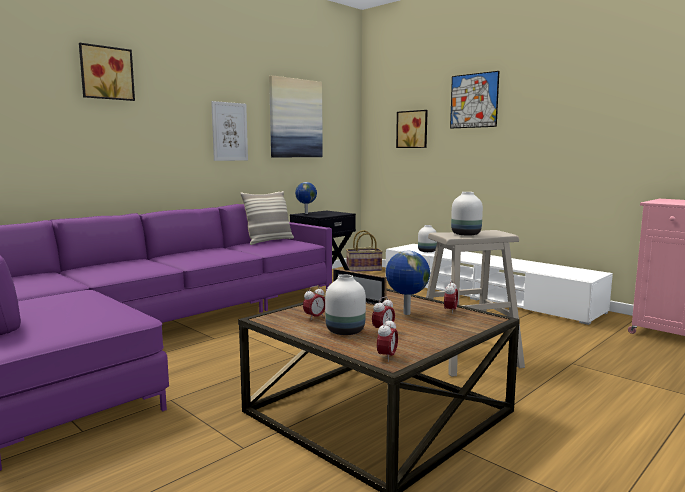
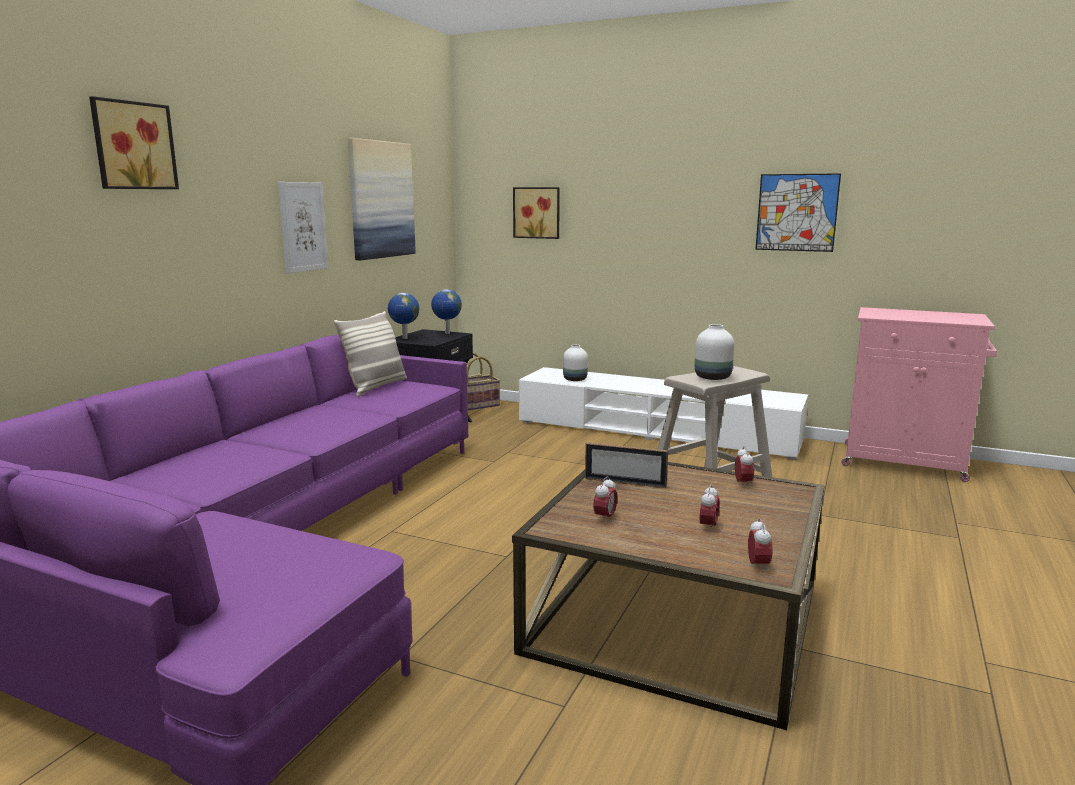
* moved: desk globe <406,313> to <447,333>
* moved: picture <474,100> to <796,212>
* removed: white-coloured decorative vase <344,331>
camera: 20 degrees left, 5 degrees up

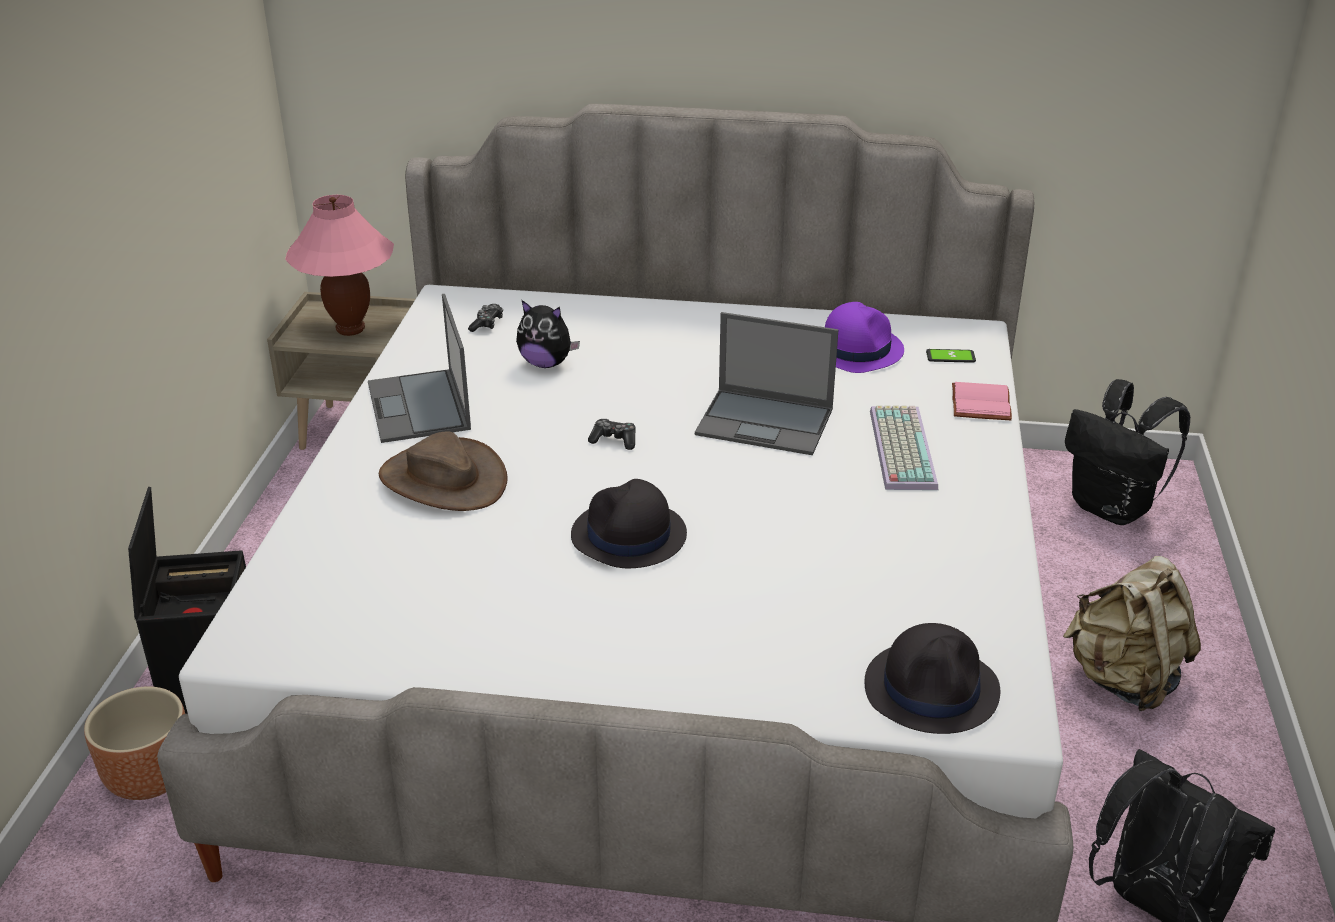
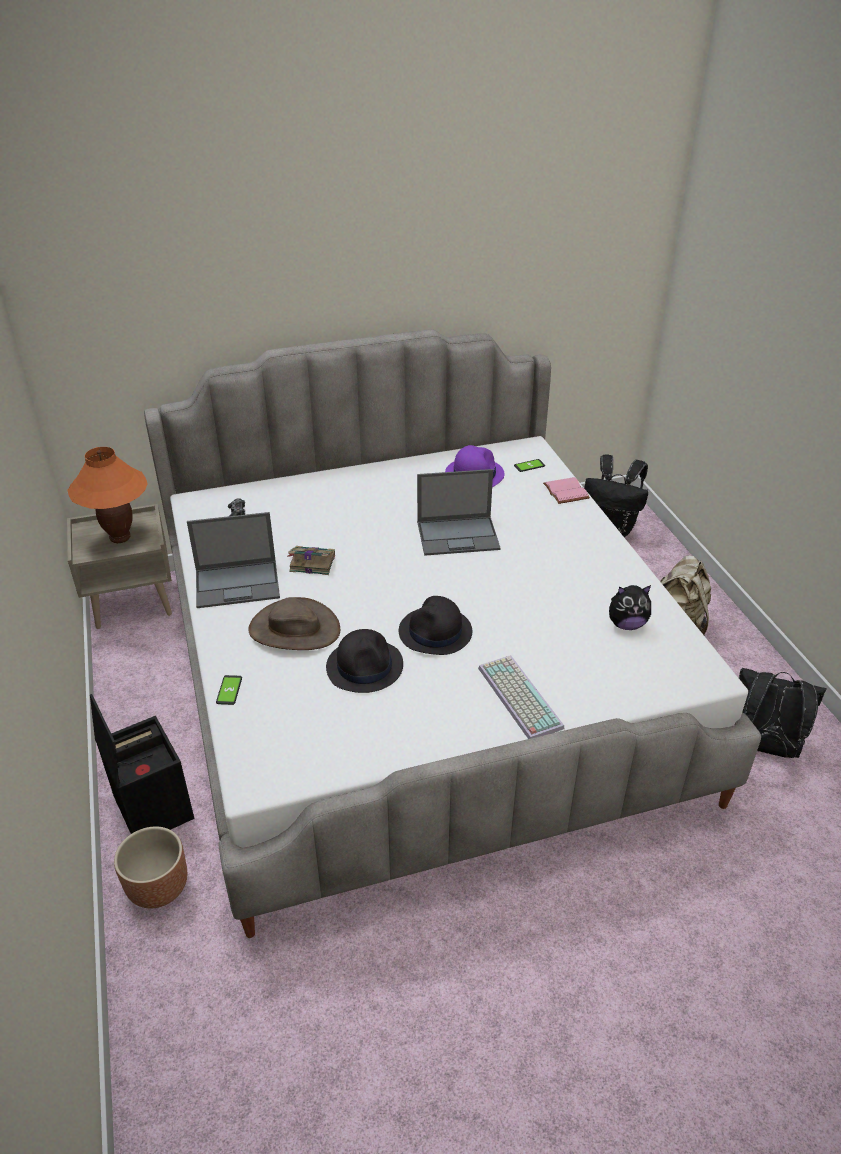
* recoloured: pink-coloured lamp for a table <350,329> to orangey lamp for a table <120,538>
* turned: laptop <419,407> = <238,584> 60 degrees counterclockwise
* added: telephone <229,690>
* added: book <311,563>
* moved: black-coloured wearable hat <932,688> to <365,666>
* moved: computer keyboard <899,448> to <517,697>
* moved: cuddly toy <546,363> to <626,624>
* removed: game controller <614,440>
camera: 25 degrees left, 5 degrees up

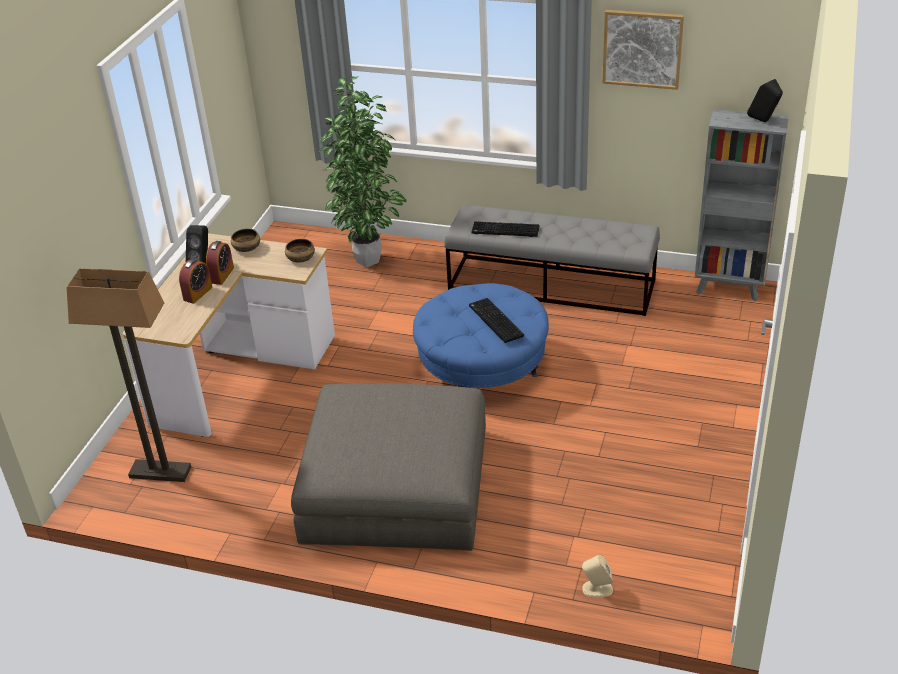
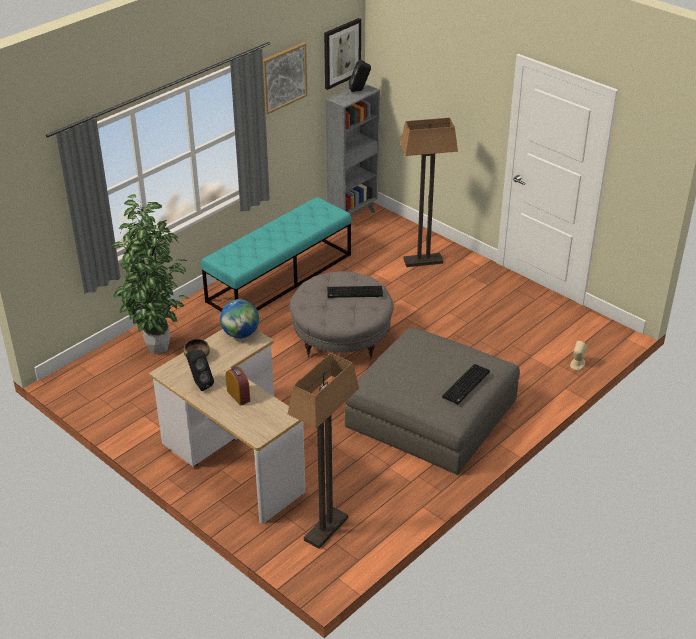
* recoloured: greyish bench <552,285> to turquoise bench <280,277>
* replaced: serving bowl <300,258> to desk globe <240,334>
* recoloured: bluish ottoman <482,367> to greyish ottoman <341,337>
* added: picture <341,53>
* added: standing lamp <423,261>
* moved: computer keyboard <504,231> to <466,385>
* removed: bedside clock <222,275>
camera: 65 degrees left, 0 degrees up

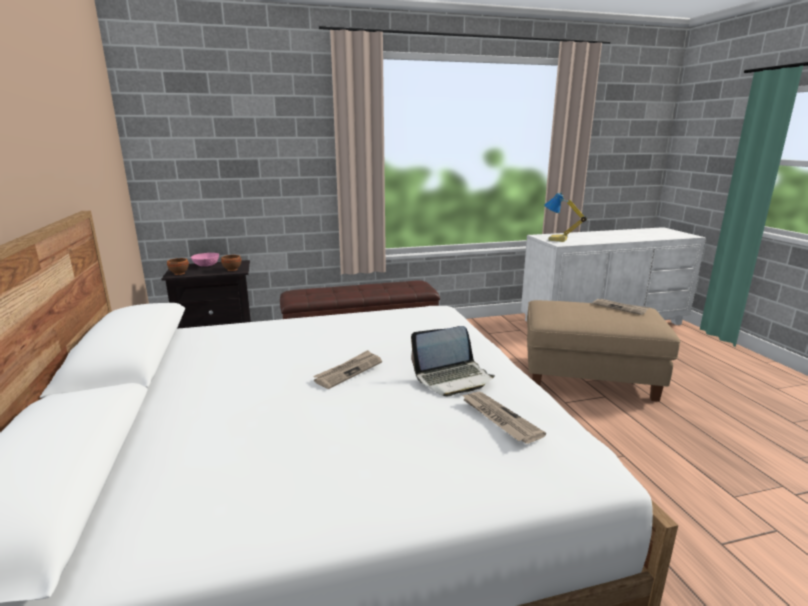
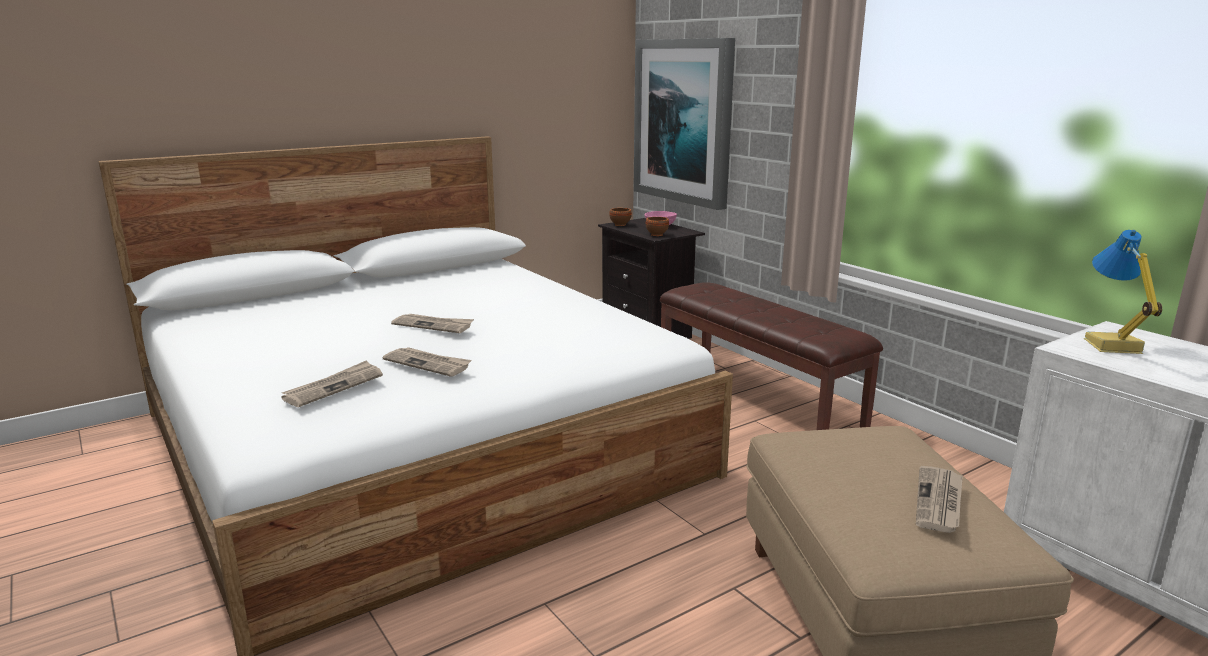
* replaced: laptop <453,378> to newspaper <428,364>
* added: picture <684,121>
camera: 70 degrees right, 0 degrees up

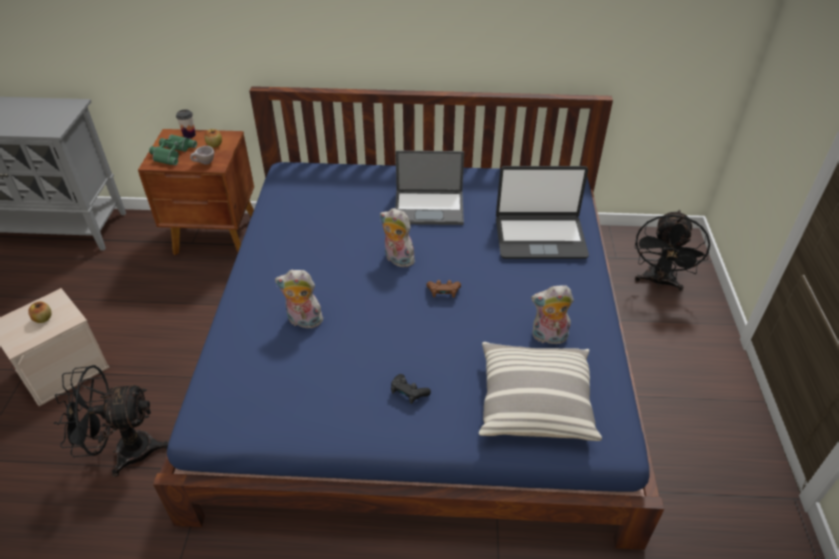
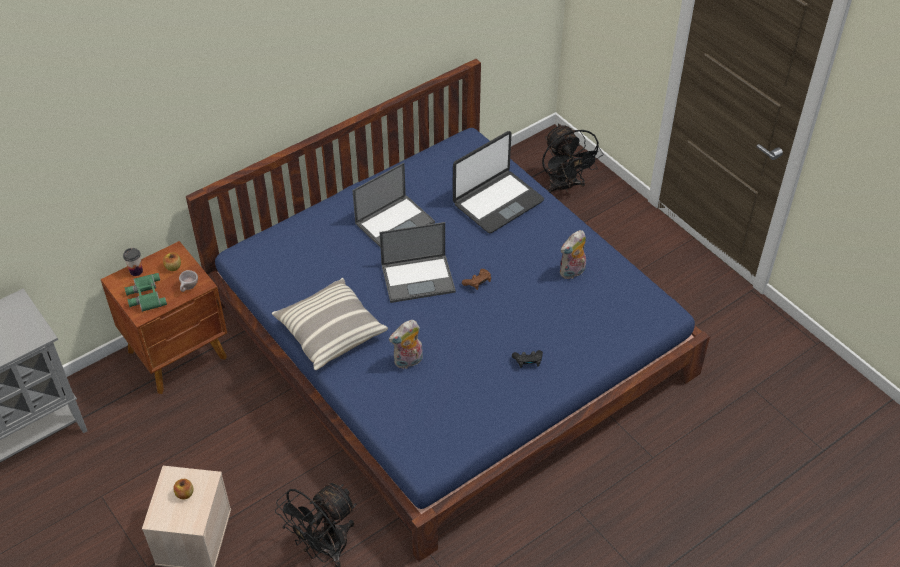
* moved: pillow <534,402> to <330,332>
* replaced: cuddly toy <397,259> to laptop <419,278>
camera: 40 degrees left, 5 degrees up

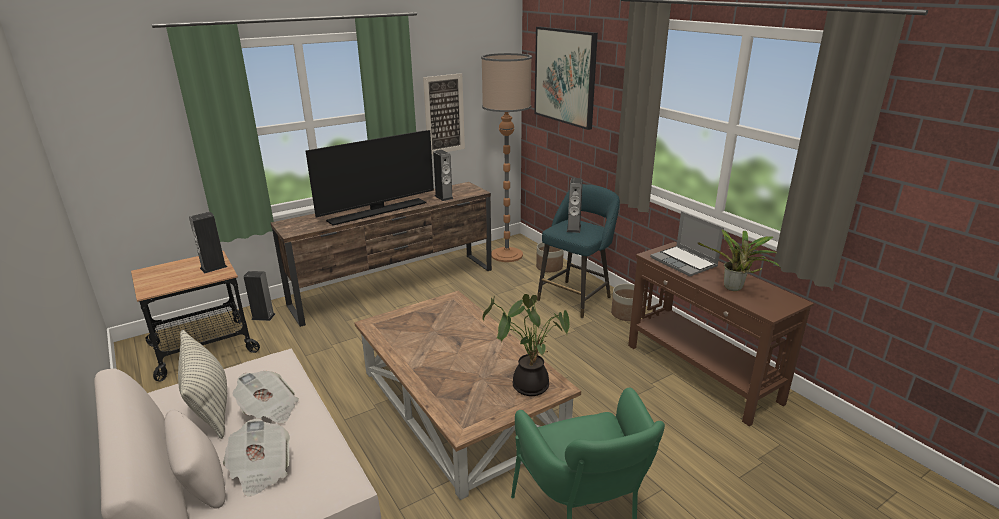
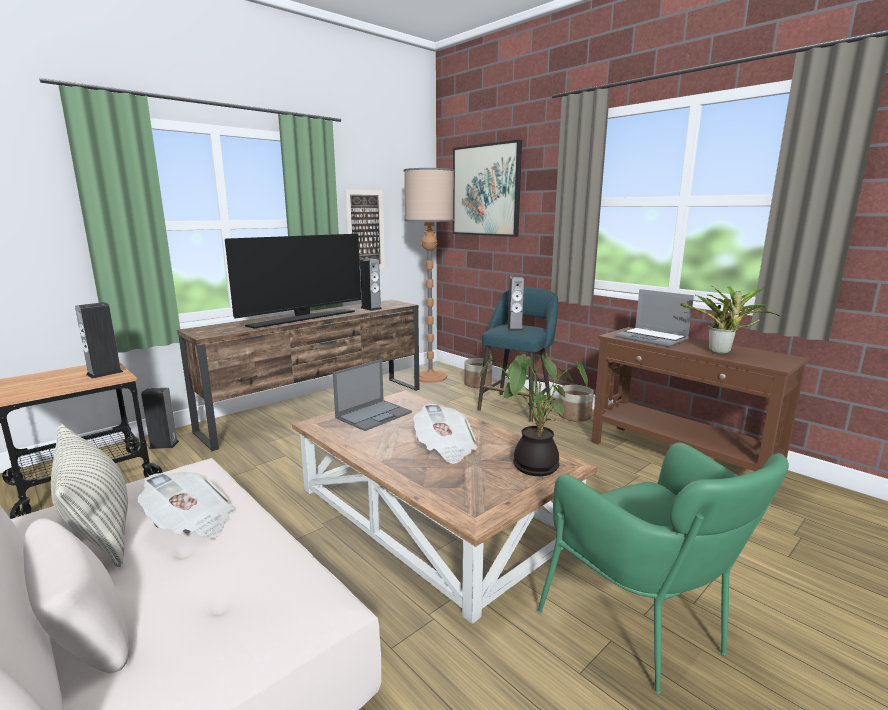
* added: laptop <374,415>
* moved: newspaper <260,470> to <445,448>
camera: 10 degrees left, 10 degrees down

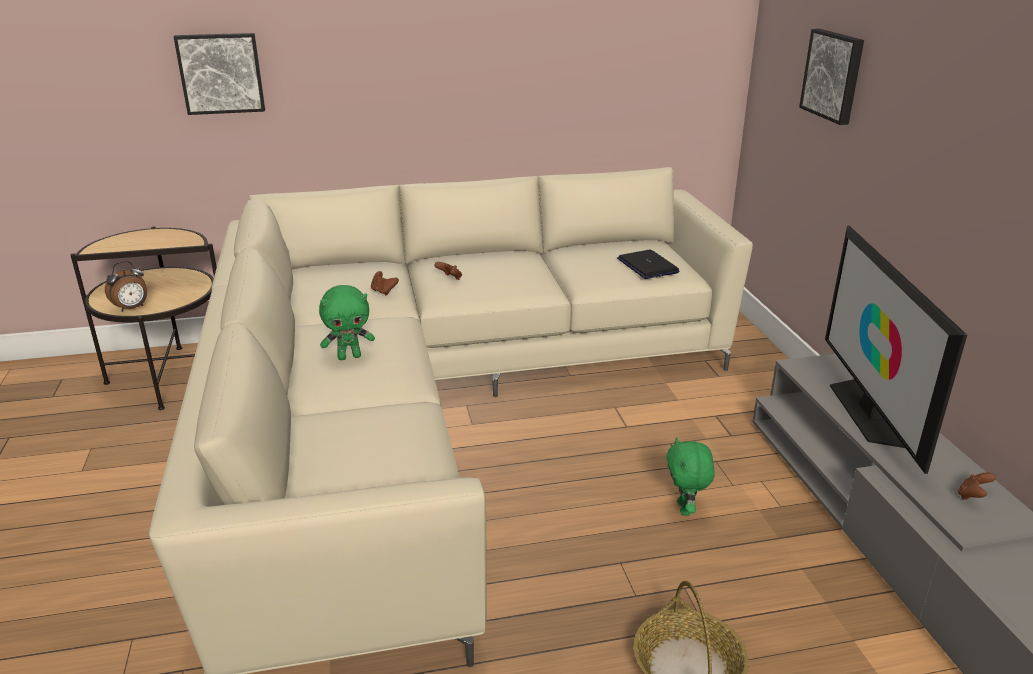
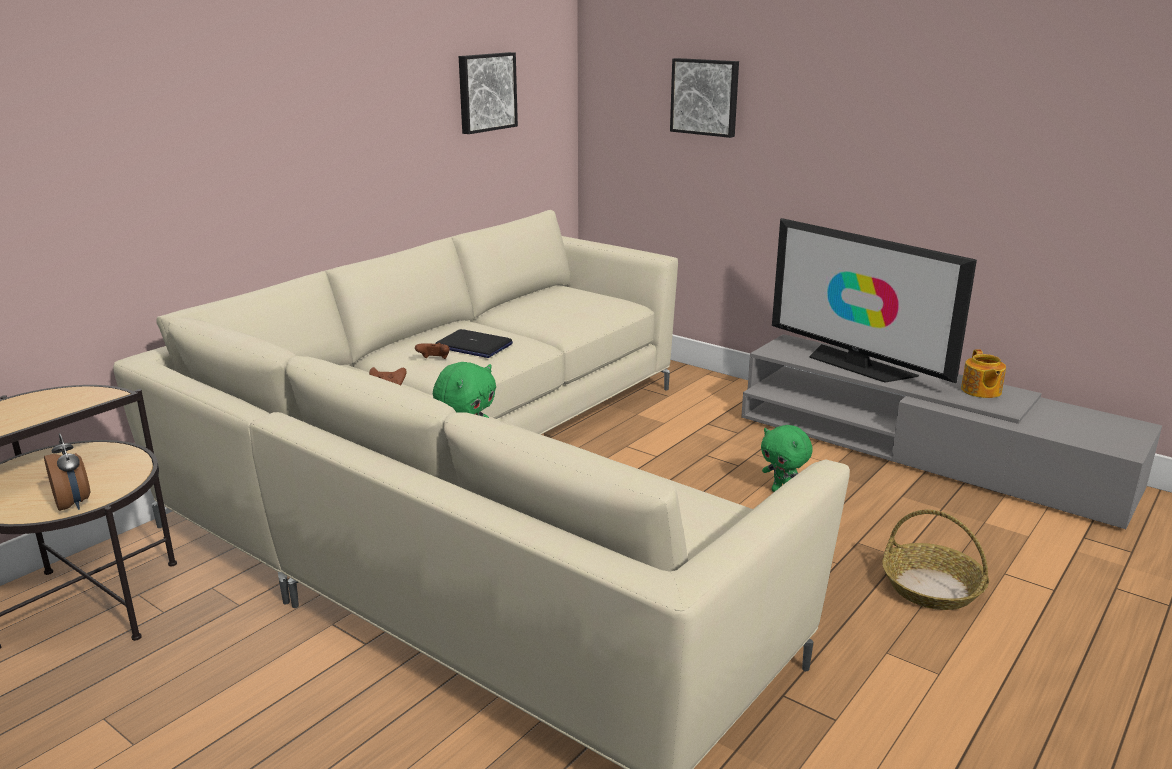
* turned: bedside clock <132,308> = <74,504> 45 degrees counterclockwise
* moved: laptop <647,266> to <473,346>
* moved: picture <221,73> to <486,92>
* replaced: brown game controller <972,496> to tea pot <980,391>
camera: 40 degrees left, 5 degrees down

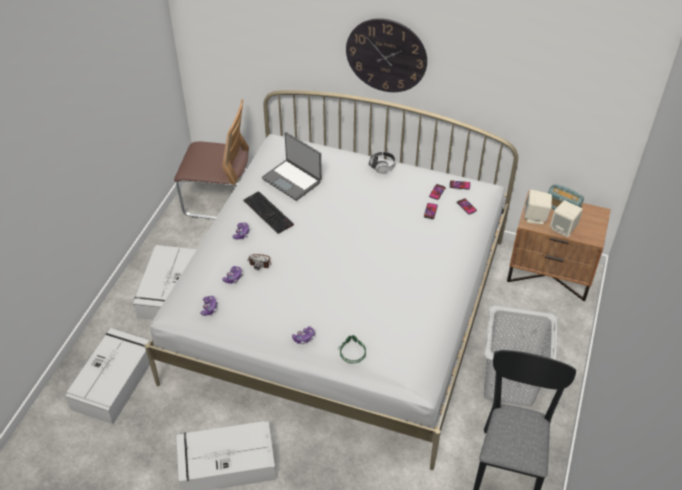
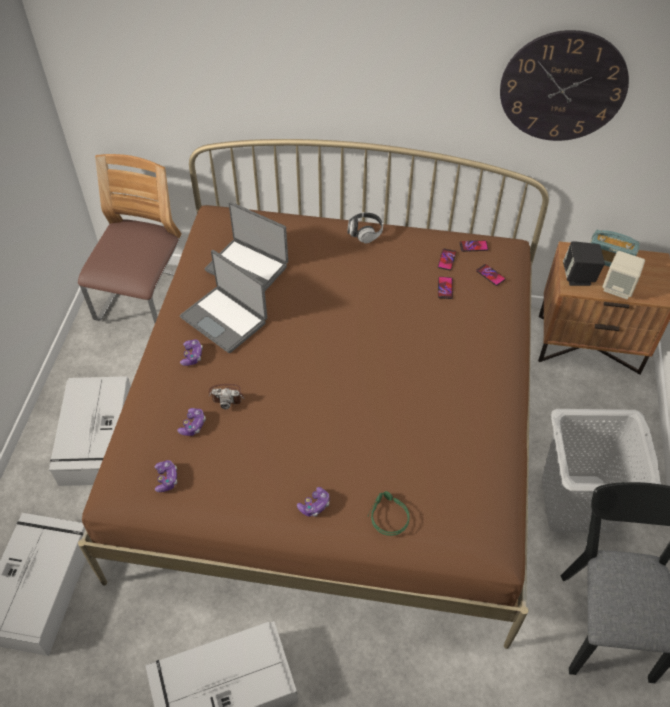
* recoloured: white-coloured bed <341,308> to brown bed <335,430>
* turned: upright chair <220,201> = <145,302> 75 degrees counterclockwise
* replaced: computer keyboard <269,212> to laptop <225,319>
* moved: clock on the wall <386,55> to <563,87>
* recoloured: beige-coloured audio speaker <535,217> to black-coloured audio speaker <578,277>
camera: 10 degrees left, 5 degrees up

